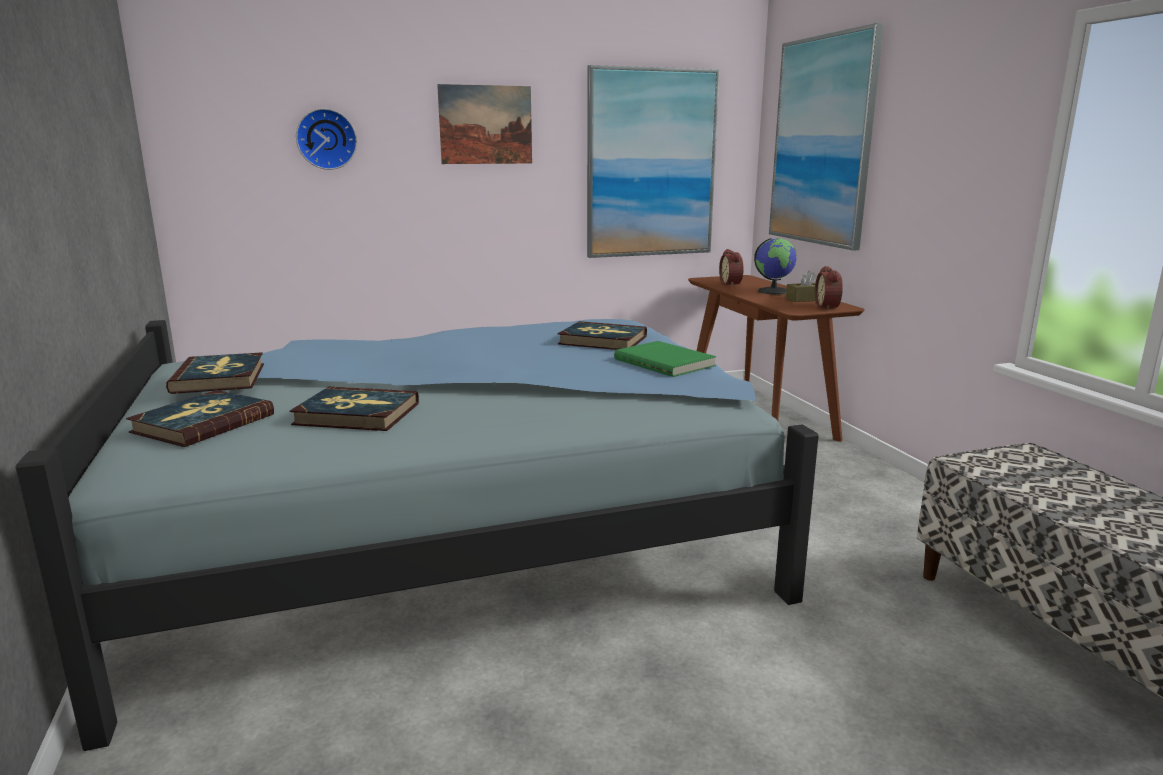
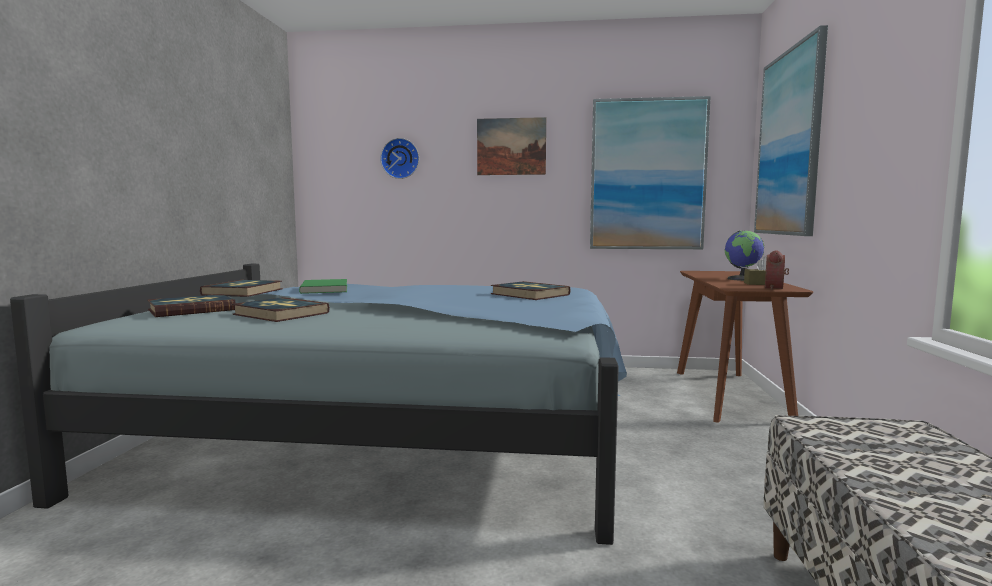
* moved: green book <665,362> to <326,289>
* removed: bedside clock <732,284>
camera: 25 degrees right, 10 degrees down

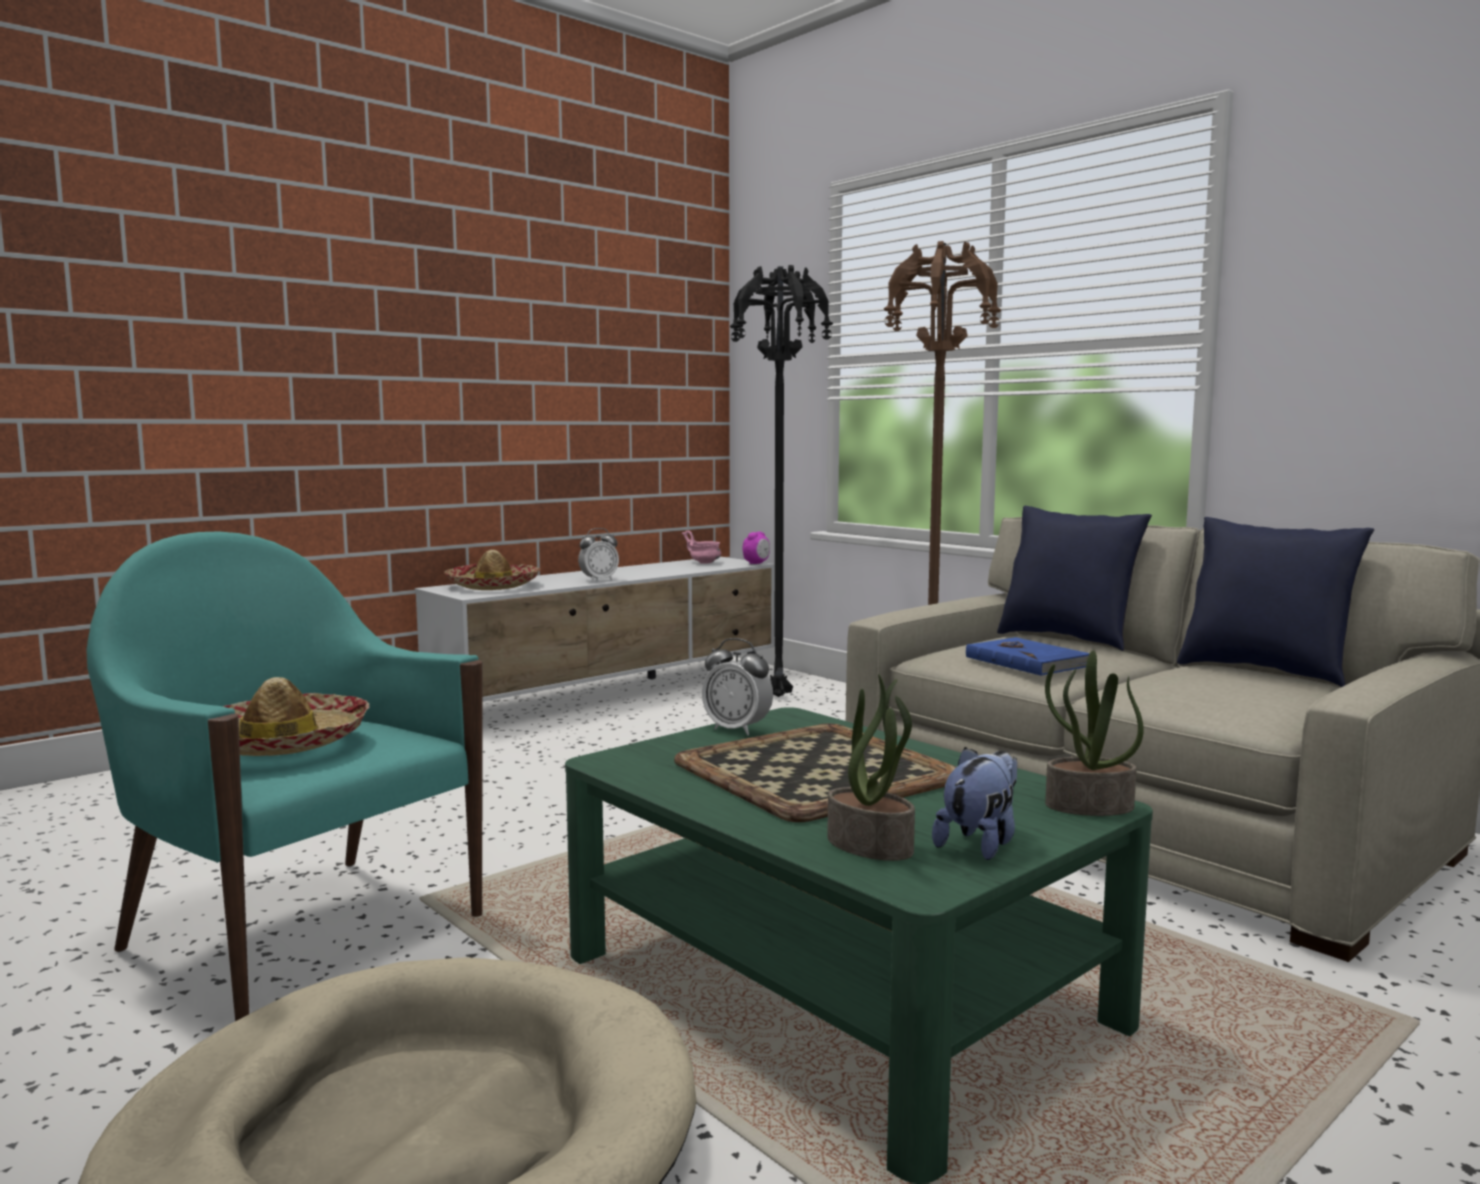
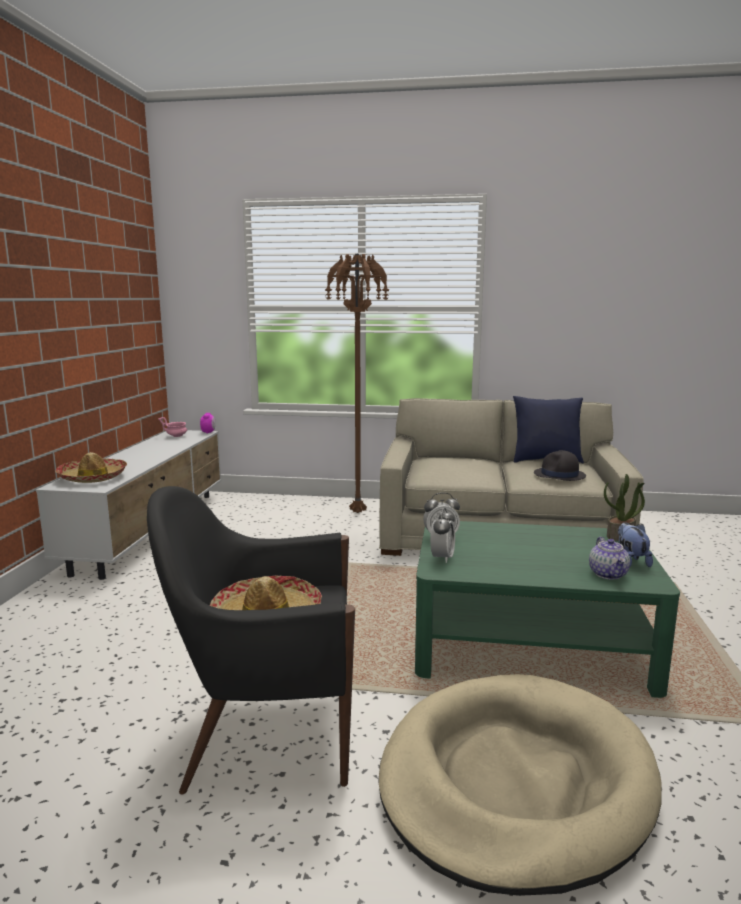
* recoloured: turquoise lounge chair <300,931> to black-coloured lounge chair <266,729>
* moved: bedside clock <599,580> to <442,558>
* added: black-coloured wearable hat <559,475>
* replaced: plant in a pot <871,845> to tea pot <608,574>
* removed: carrying tray <812,771>
* removed: black-coloured standing lamp <777,696>
* removed: bluish book <1027,661>
* removed: bluish pillow <1067,639>
camera: 40 degrees left, 5 degrees up

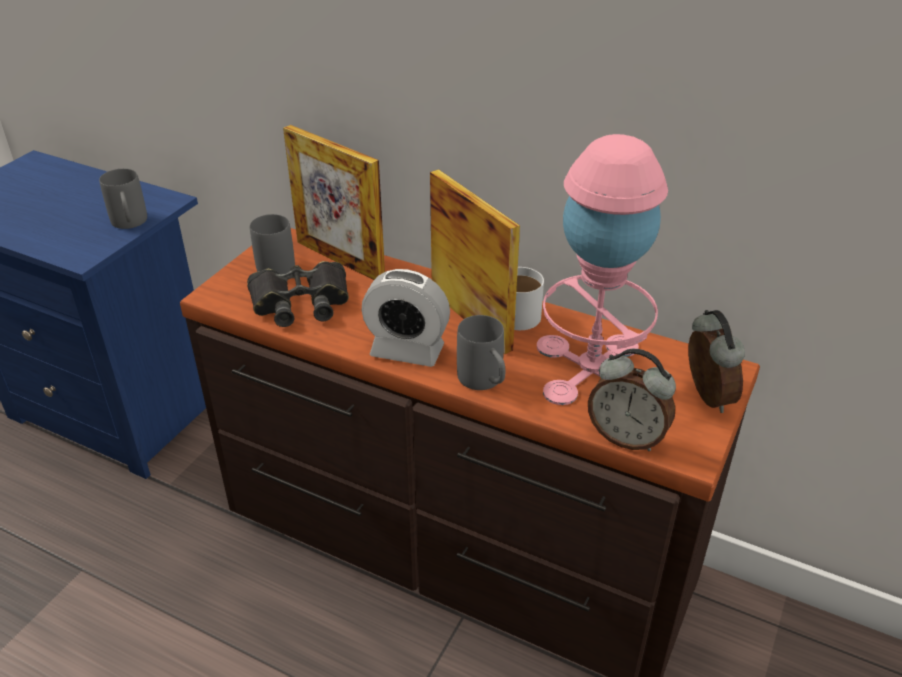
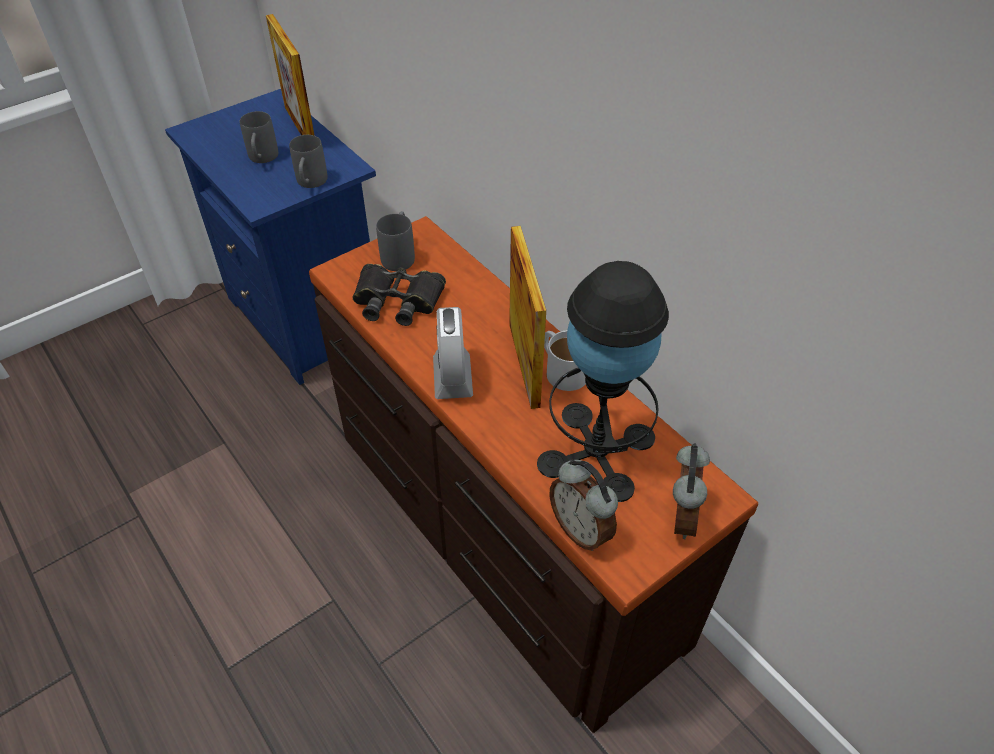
* moved: greyish tea mug <485,382> to <262,159>
* moved: standing frame <340,260> to <300,127>
* turned: bedside clock <407,351> = <452,377> 45 degrees clockwise
* recoloured: pink-coloured lamp for a table <592,369> to black-coloured lamp for a table <596,451>
camera: 25 degrees right, 10 degrees up

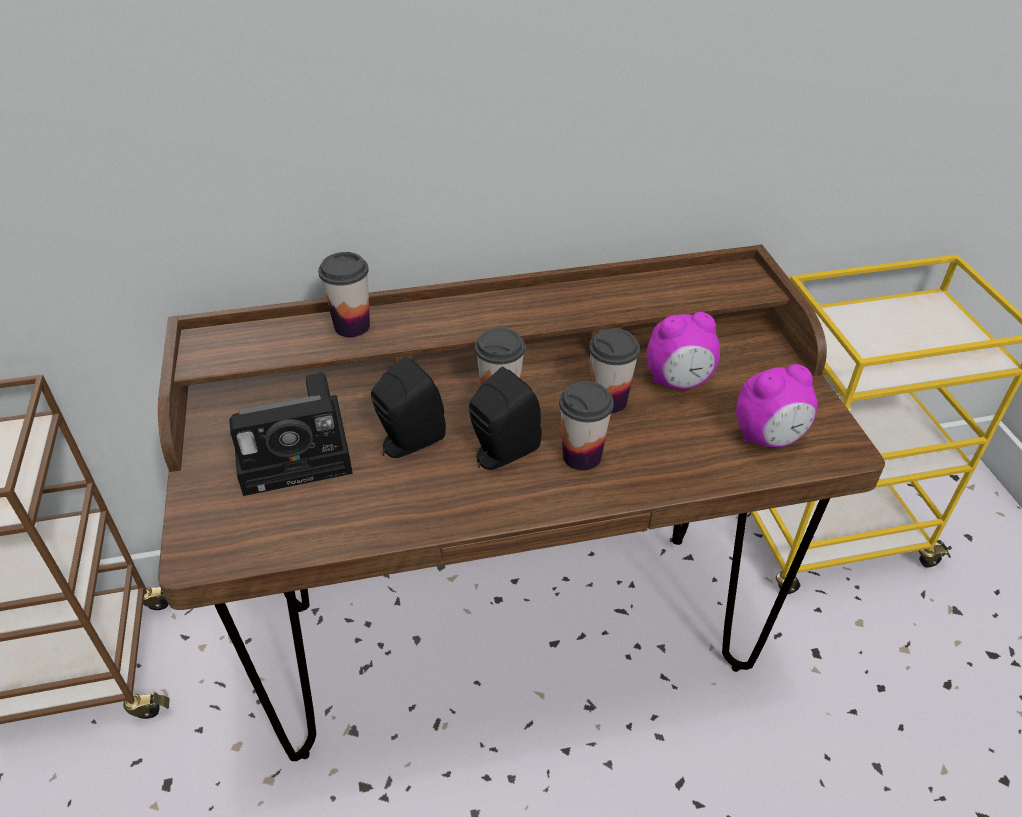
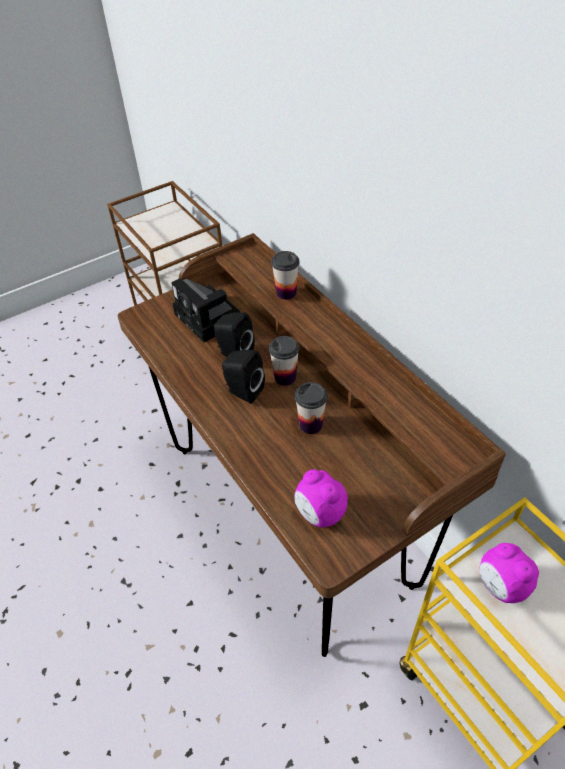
* moved: bedside clock <678,381> to <500,586>
* removed: drinking cup <582,456>
camera: 70 degrees right, 5 degrees up

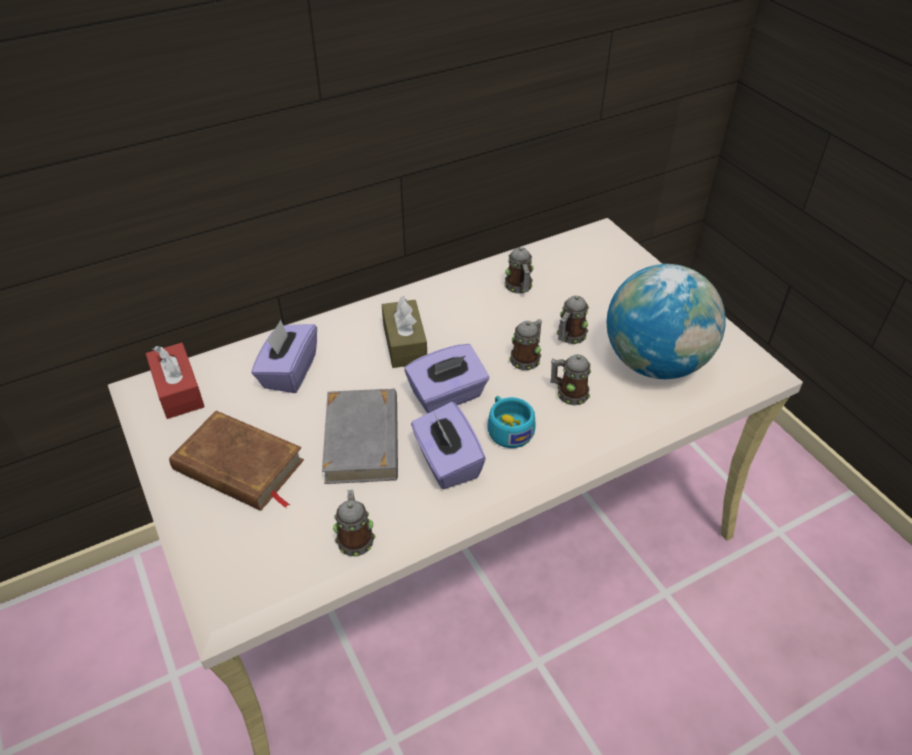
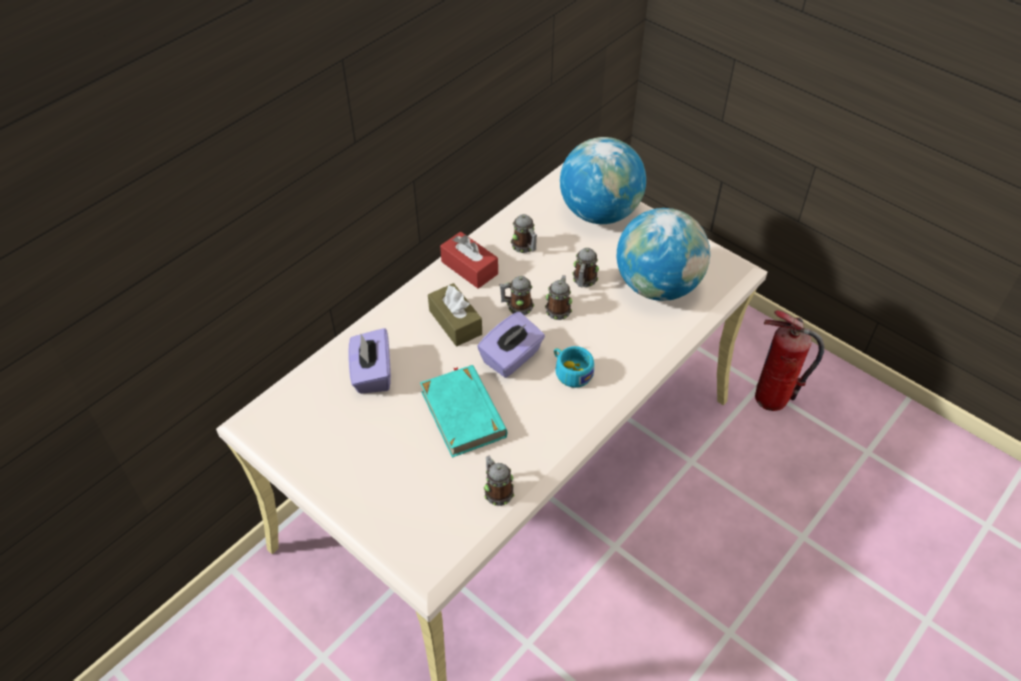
* recoloured: greyish book <363,440> to turquoise book <463,413>
* moved: red-coloured tissue box <178,390> to <469,268>
* moved: tea mug <568,393> to <517,306>
* added: desk globe <599,212>
* added: extinguisher <771,399>
* removed: brown book <239,466>
* removed: purple-coloured tissue box <447,462>
camera: 20 degrees left, 5 degrees up

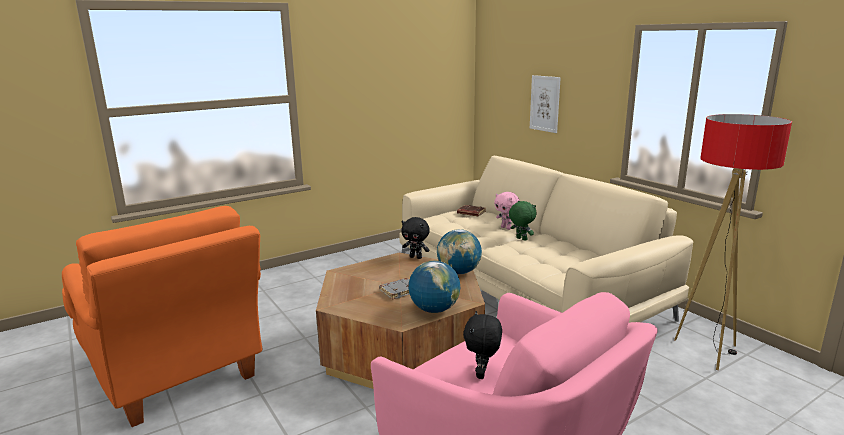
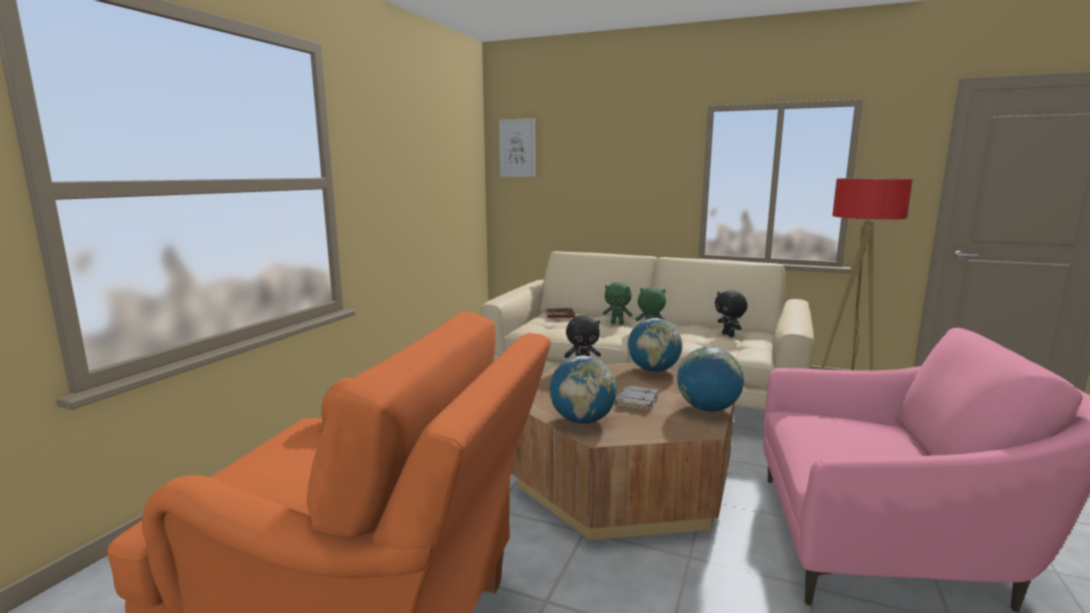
* moved: picture <545,103> to <517,148>
* added: desk globe <582,421>
* recoloured: pink-coloured cuddly toy <506,228> to green cuddly toy <617,323>
* moved: black-coloured cuddly toy <482,374> to <728,335>
camera: 35 degrees left, 5 degrees down

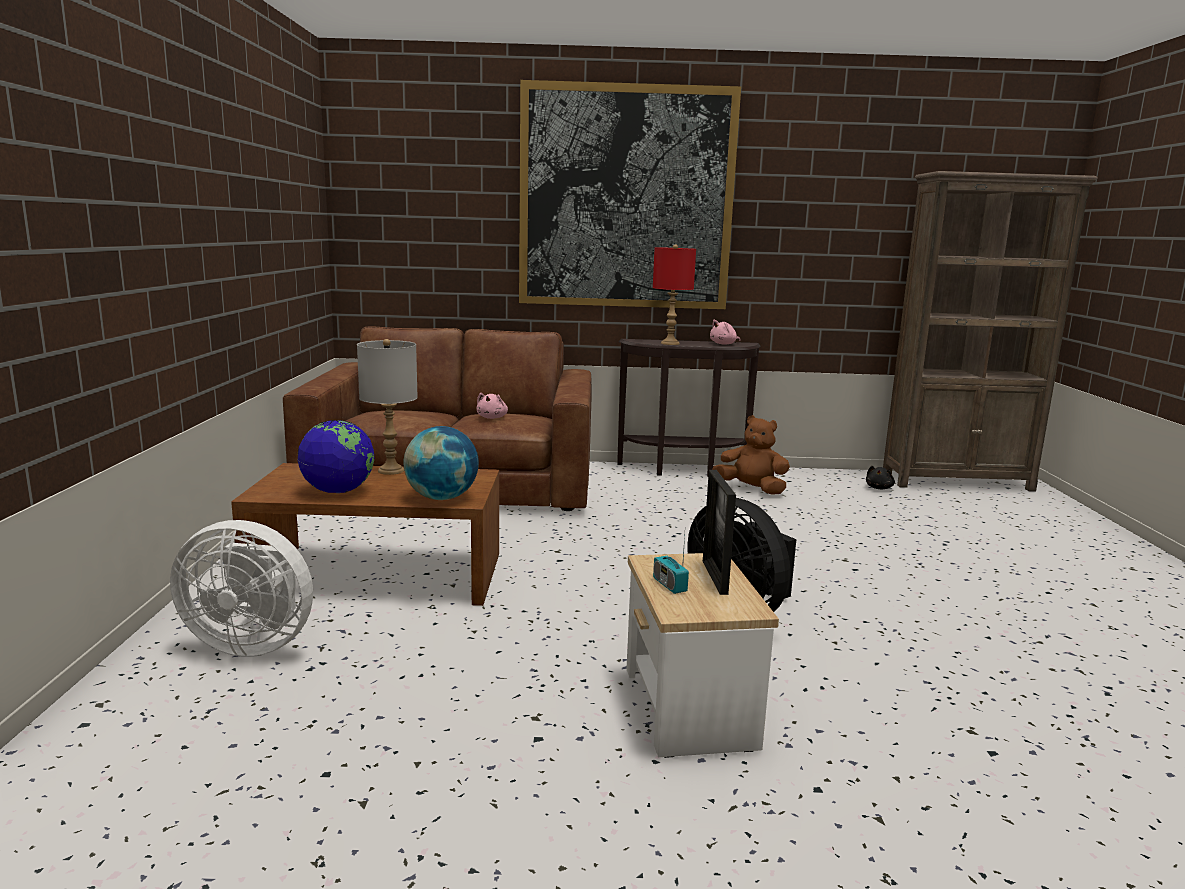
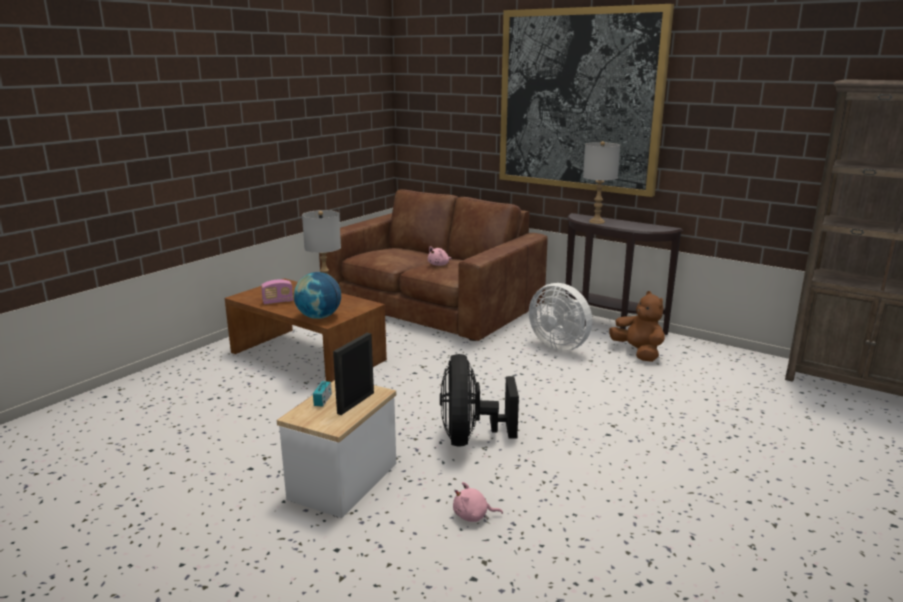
* replaced: desk globe <338,491> to radio <278,302>
* moved: pink-coloured cuddly toy <724,344> to <473,516>
* moved: white-coloured fan <252,643> to <560,345>
* recoloured: red-coloured lamp for a table <670,343> to greyish lamp for a table <596,222>
* removed: black-coloured cuddly toy <879,488>
camera: 35 degrees right, 5 degrees up

